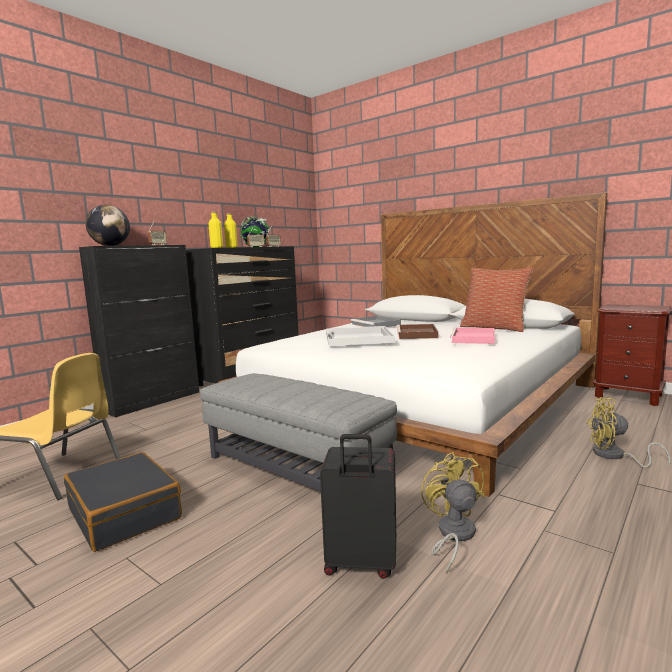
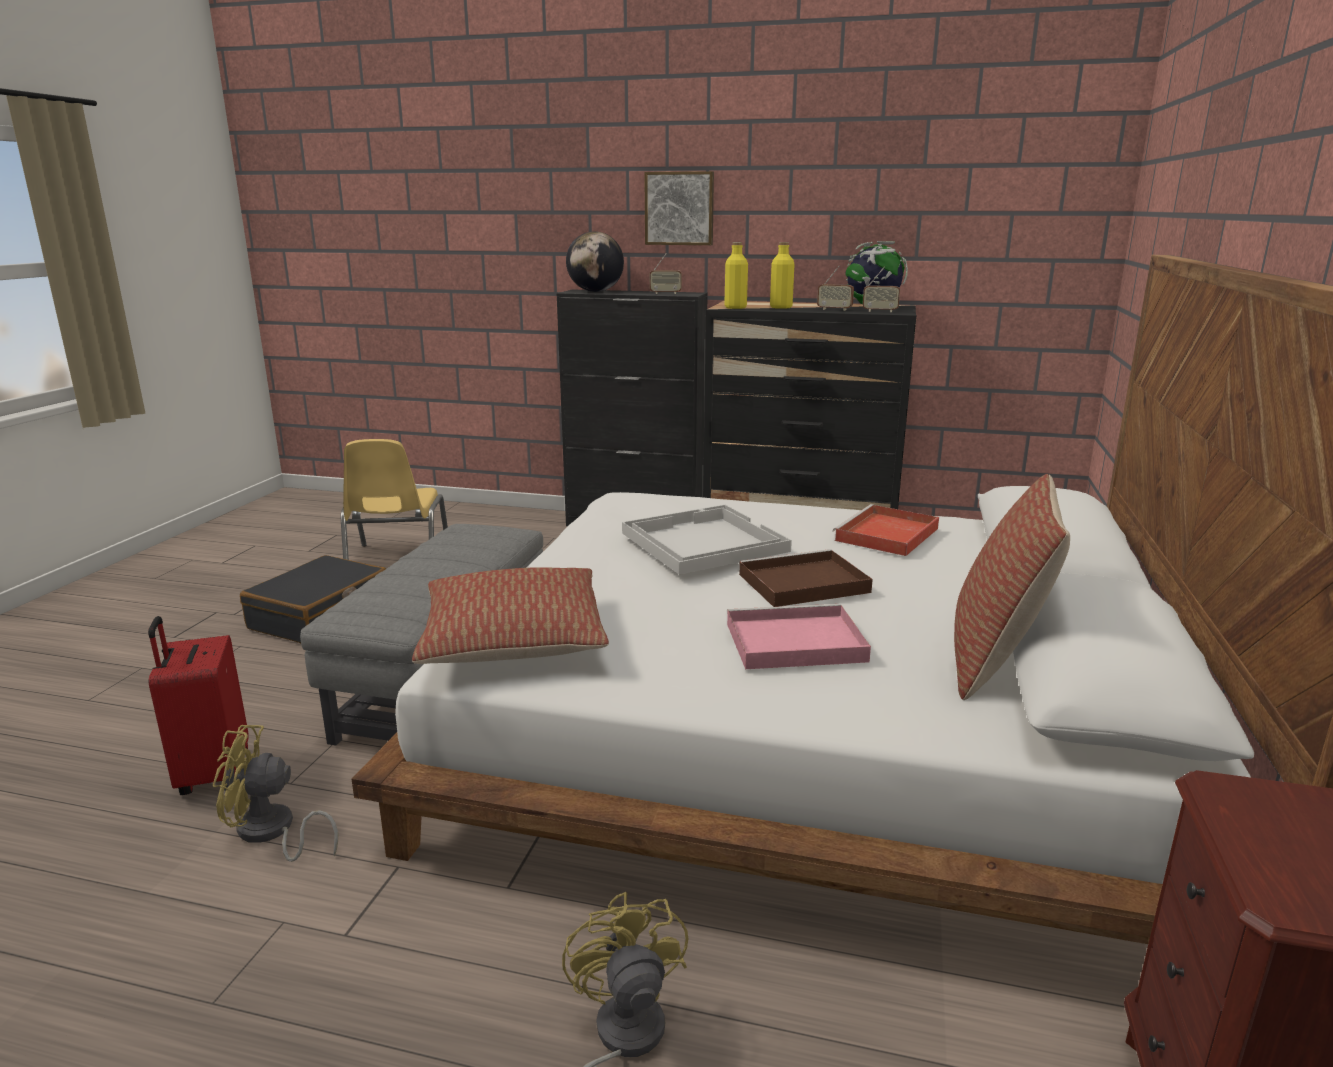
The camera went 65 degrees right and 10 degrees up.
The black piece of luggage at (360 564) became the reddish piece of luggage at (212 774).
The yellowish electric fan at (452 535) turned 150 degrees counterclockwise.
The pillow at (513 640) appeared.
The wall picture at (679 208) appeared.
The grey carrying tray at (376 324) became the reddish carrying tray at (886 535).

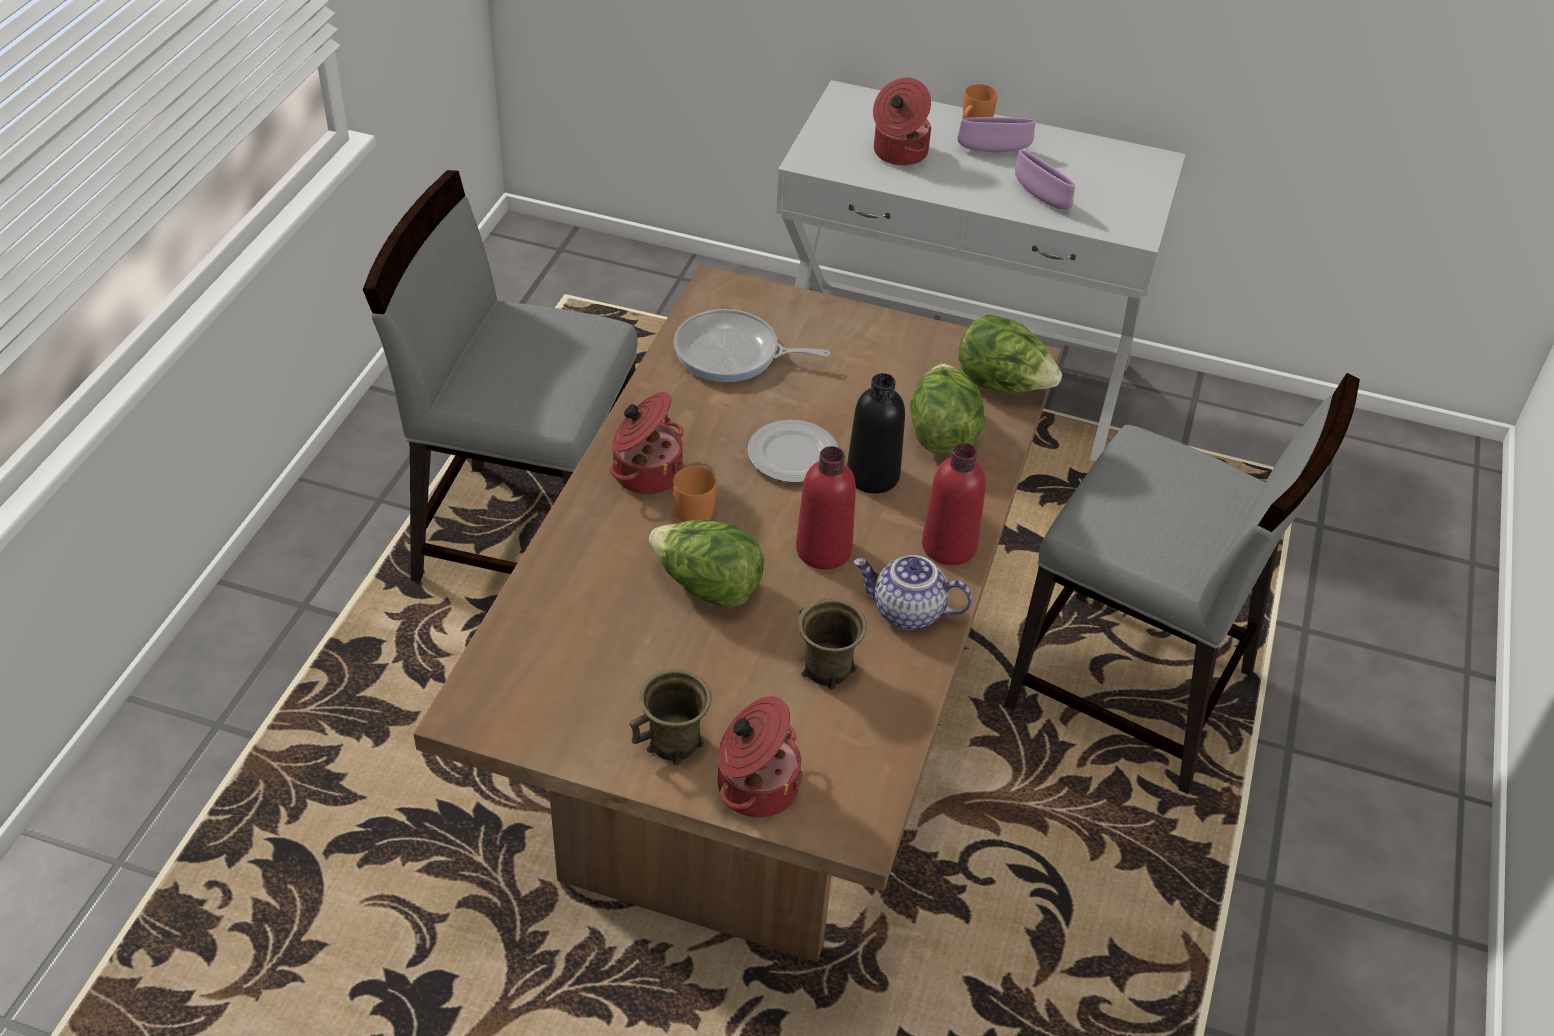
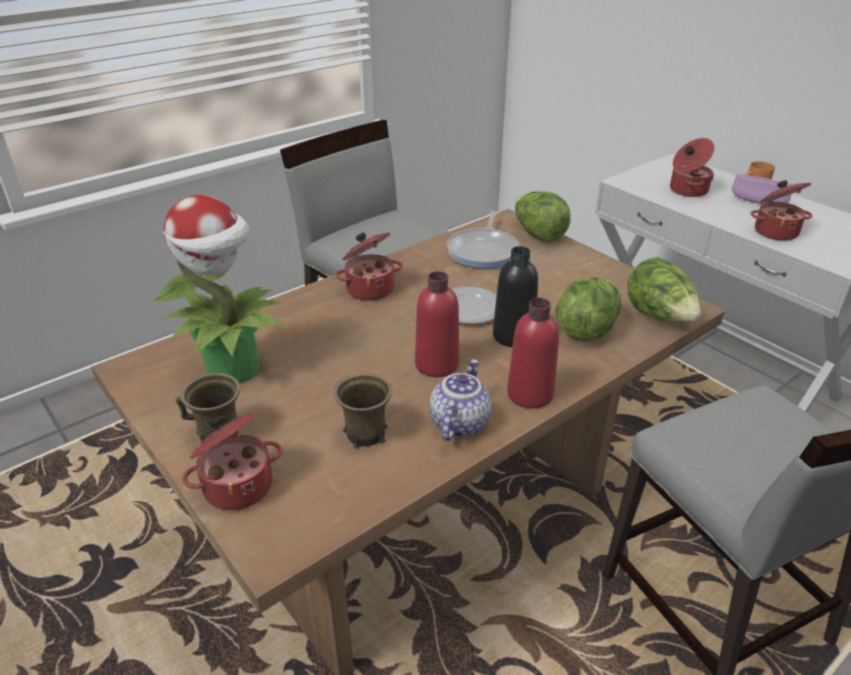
The camera went 35 degrees right and 10 degrees down.
The plant in a pot at (235 369) appeared.
The pot for tea at (907 612) turned 60 degrees clockwise.
The pan at (732 354) turned 120 degrees counterclockwise.
The head of lettuce moved from (707 587) to (538 235).
The purple-coloured bowl at (1041 198) was replaced by the saucepot at (775 231).
The orange-coloured coffee mug at (695 507) disappeared.

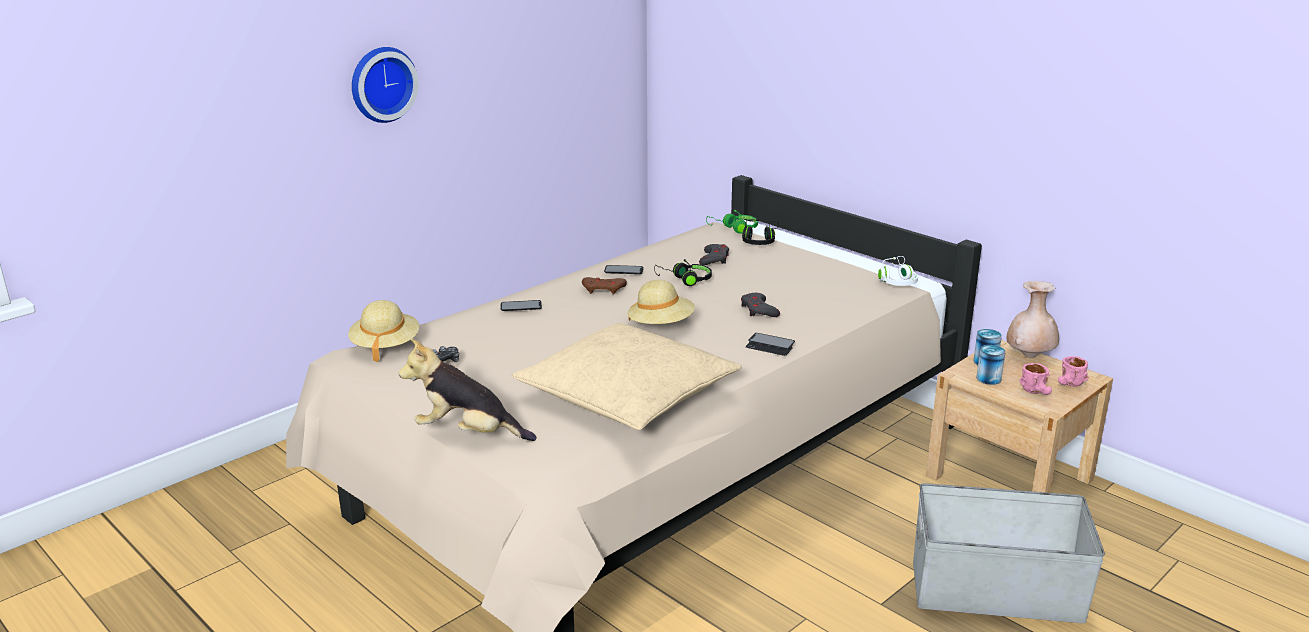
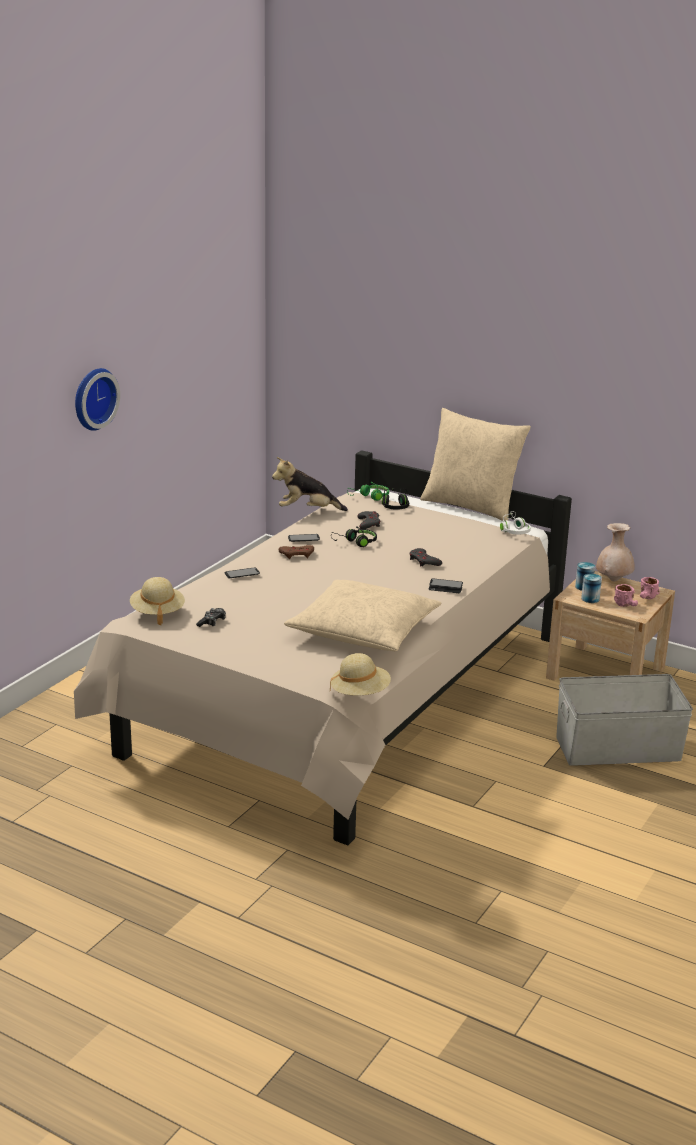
The camera went 15 degrees left and 0 degrees up.
The cuddly toy moved from (468 433) to (307 510).
The beige clothing hat moved from (661 325) to (360 693).
The beige pillow at (471 506) appeared.

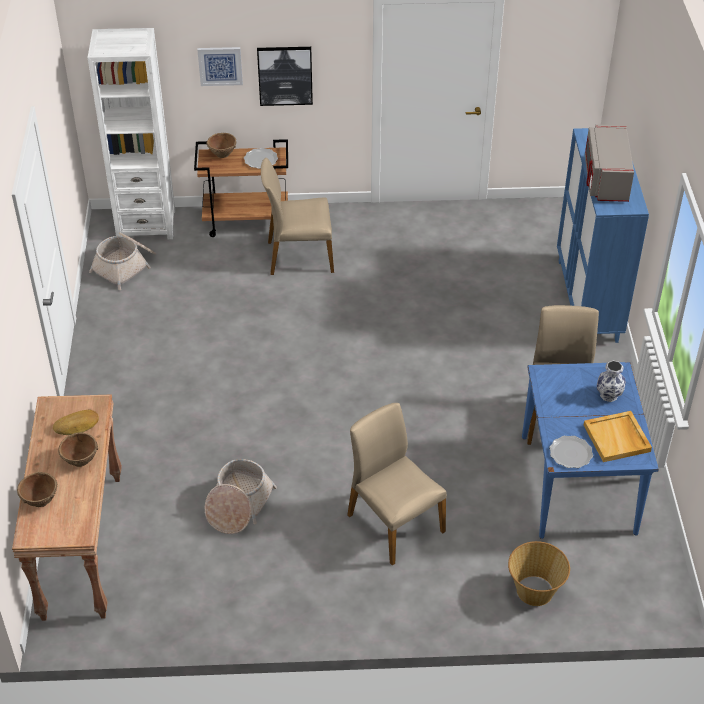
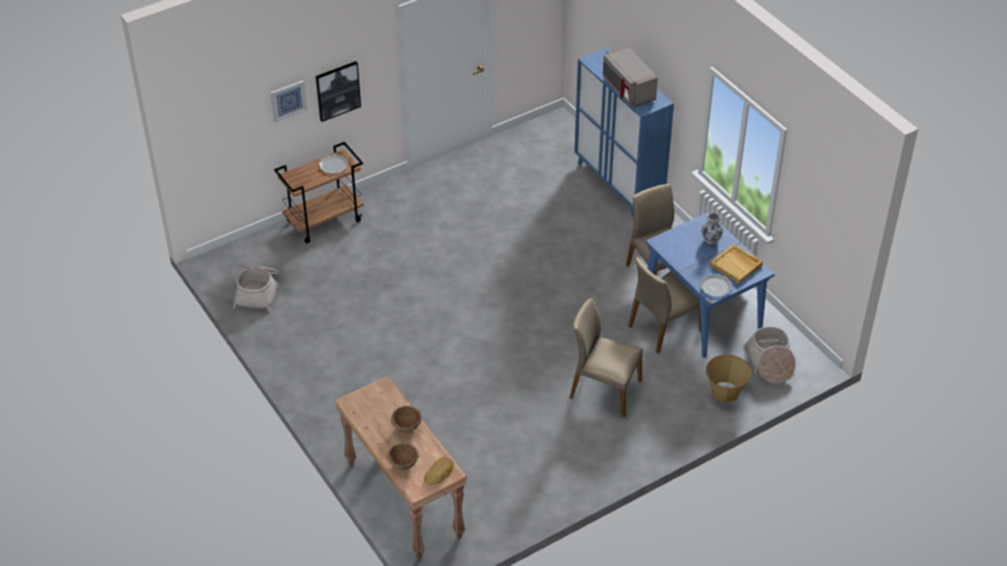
The camera went 30 degrees left and 0 degrees up.
The baked bread moved from (77 425) to (439 473).
The beige plain chair moved from (299 256) to (664 328).
The basket moved from (238 505) to (770 362).
The white-coloured shelving unit at (146 224) disappeared.
The brown-coloured bowl at (222 154) disappeared.

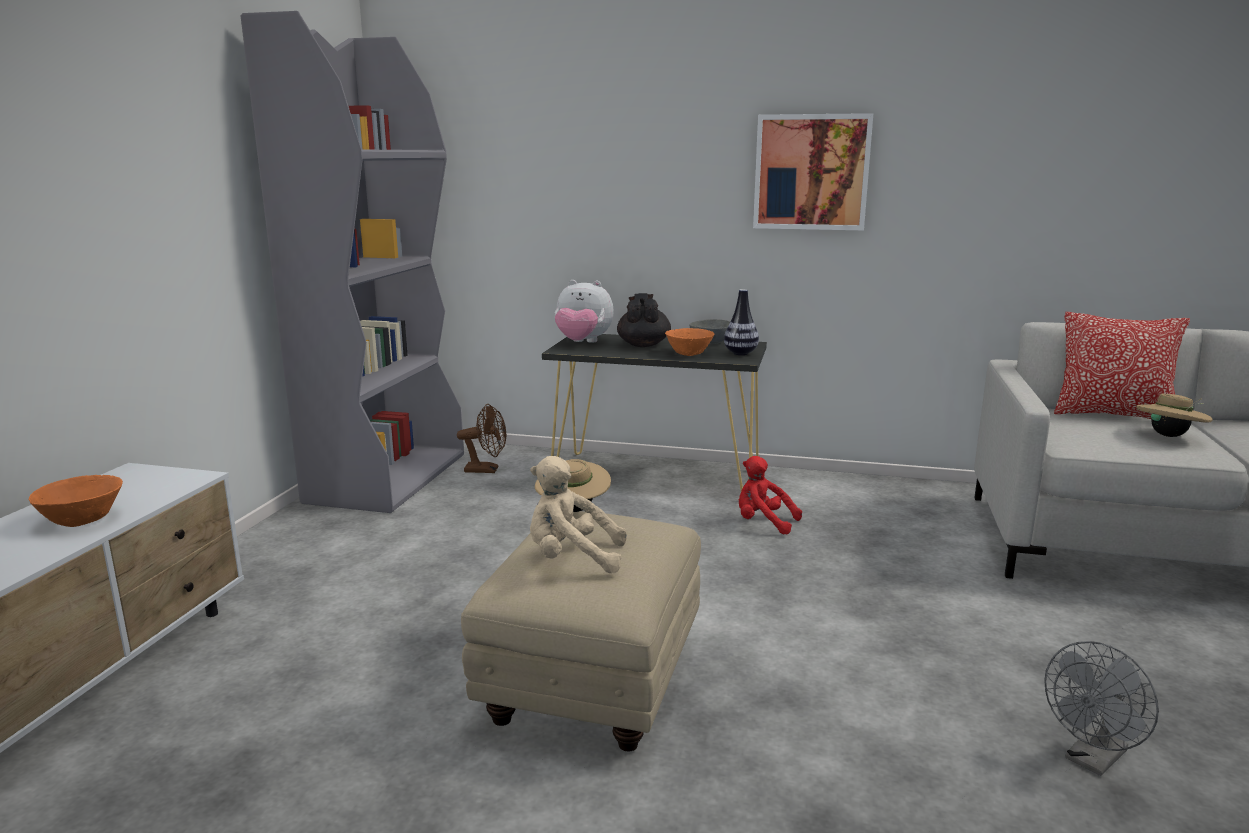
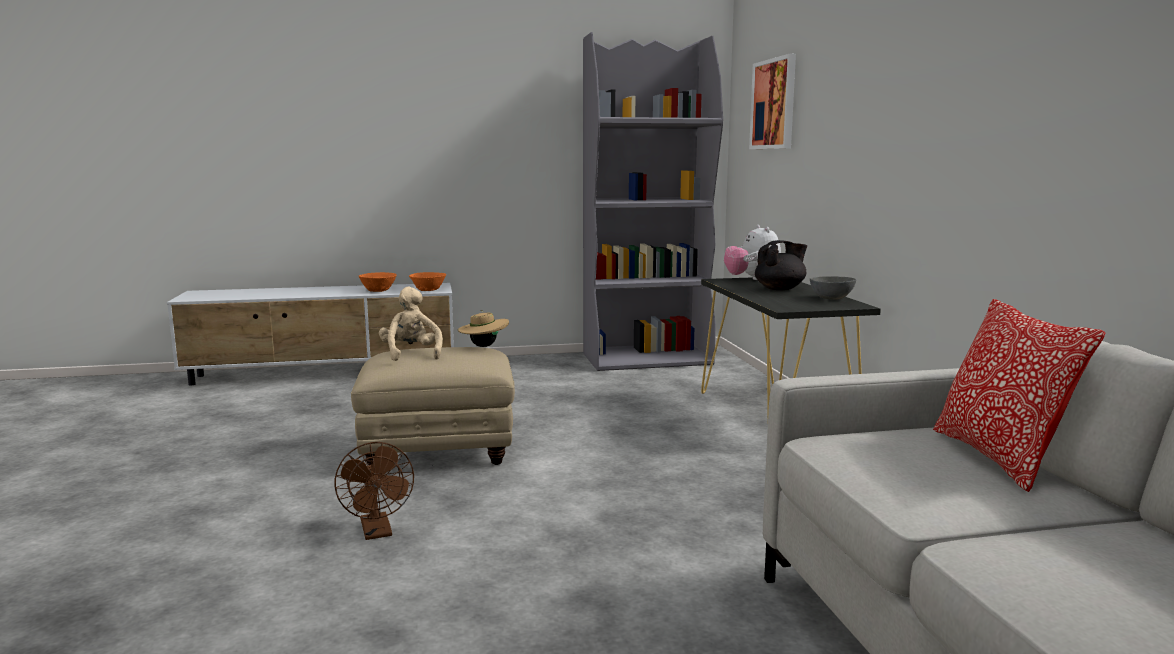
The camera went 65 degrees right and 5 degrees down.
The brown-coloured electric fan moved from (487 470) to (378 532).
The orange-coloured bowl moved from (689 354) to (428 290).
The wall picture moved from (811 172) to (774 104).
The vase at (740 353) disappeared.
The reddish cuddly toy at (763 523) disappeared.
The grey electric fan at (1092 760) disappeared.
The beige clothing hat at (1169 436) disappeared.

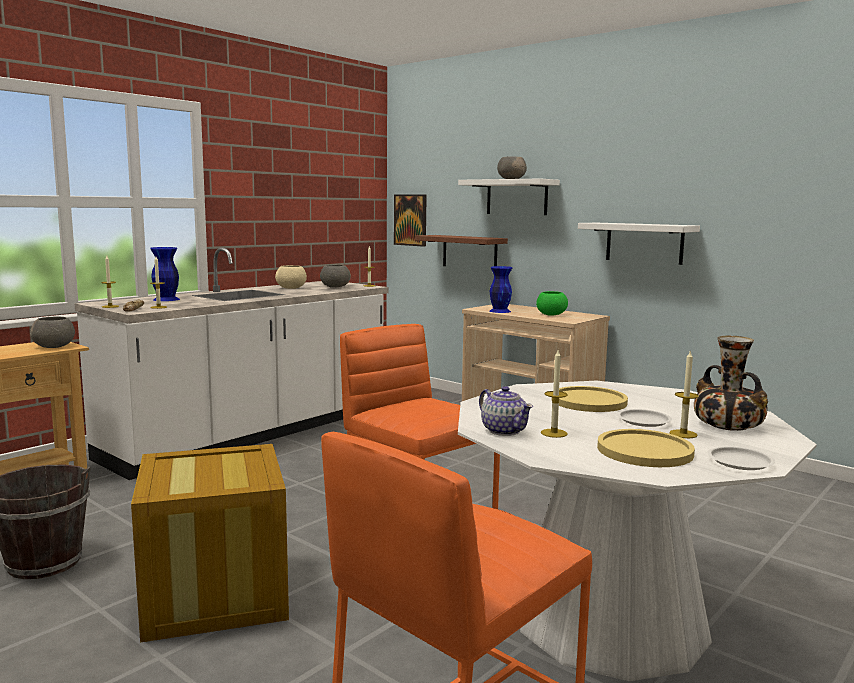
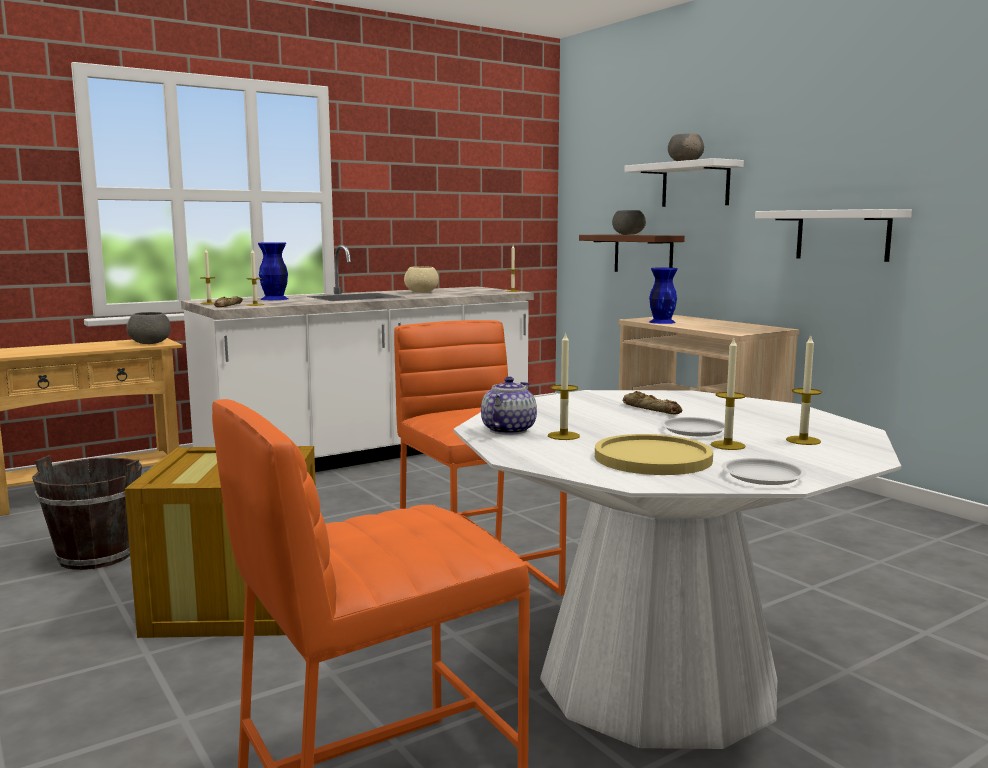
The camera went 15 degrees right and 0 degrees up.
The pot for tea at (504 430) turned 135 degrees counterclockwise.
The grey bowl moved from (334 287) to (628 234).
The yellowish plate at (589 401) was replaced by the baked bread at (651 409).
The vase at (729 425) was replaced by the wax light at (803 440).
The wall picture at (410 220) disappeared.
The green bowl at (551 314) disappeared.

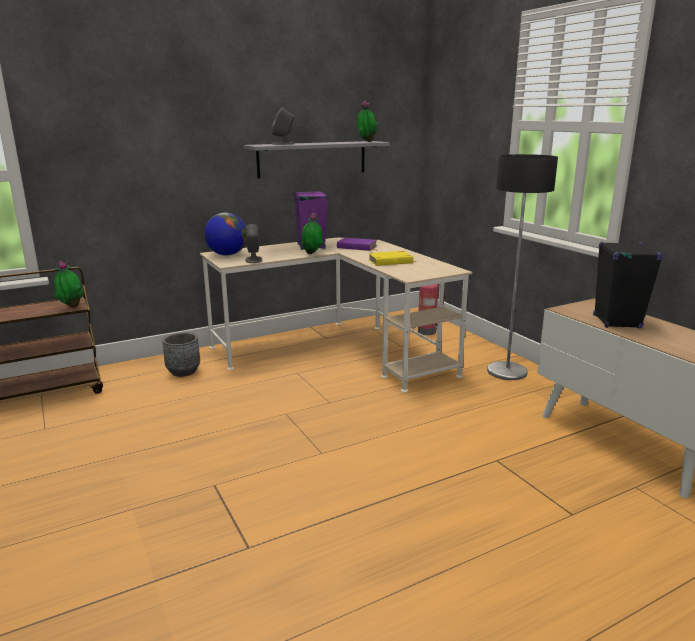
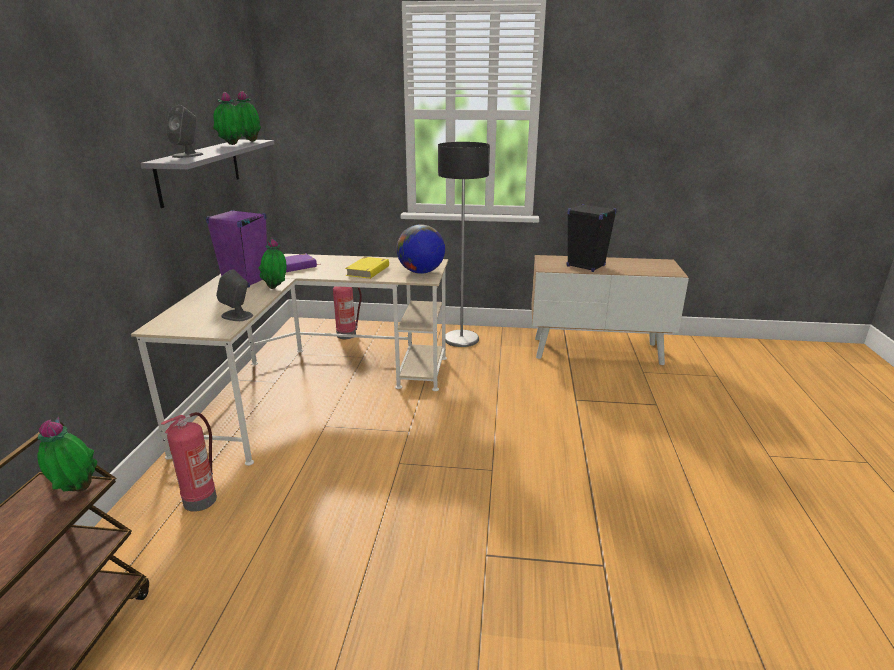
The camera went 55 degrees left and 5 degrees up.
The grey planter at (183 371) was replaced by the extinguisher at (201 499).
The plant in a pot at (231 145) appeared.
The world globe moved from (227 254) to (421 272).

